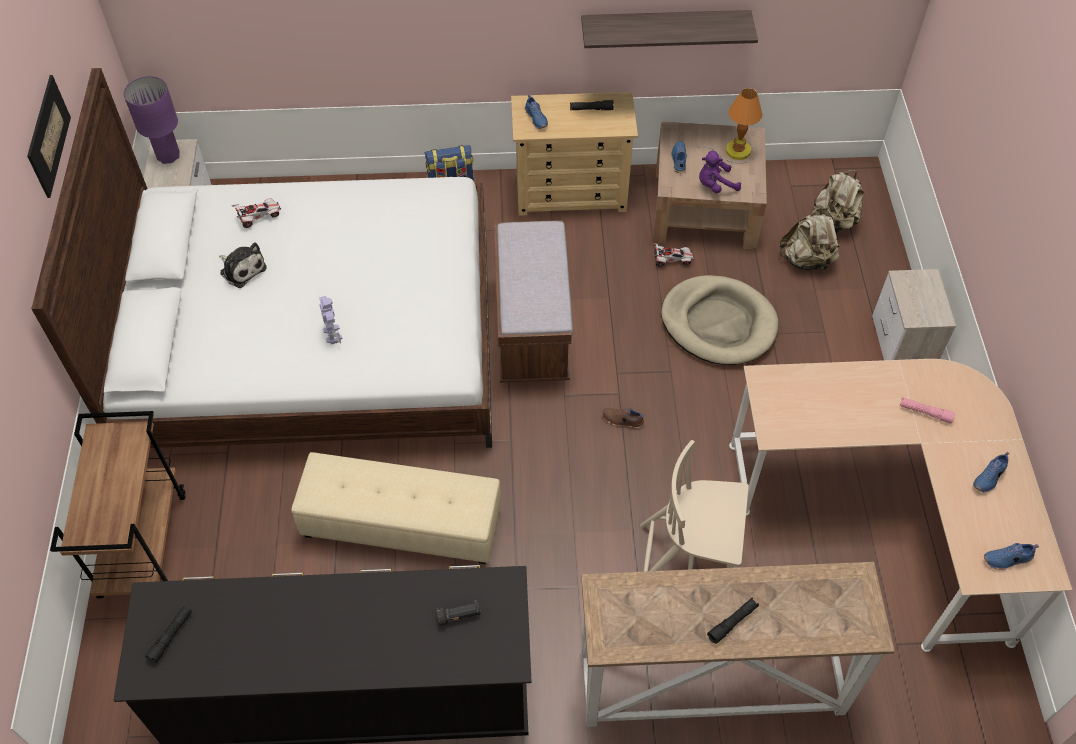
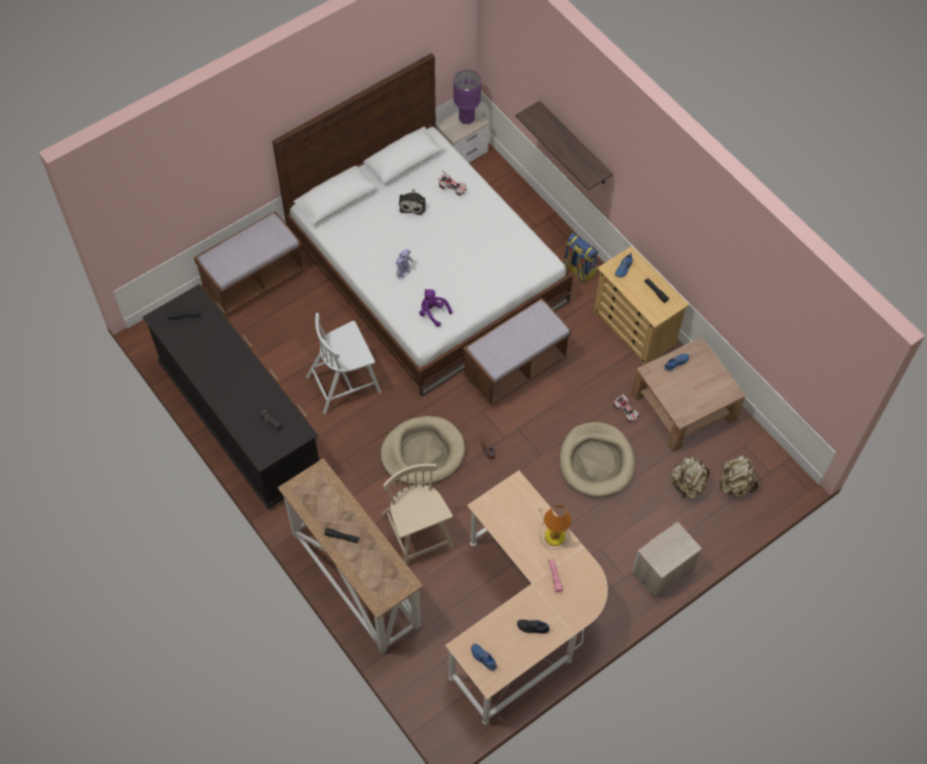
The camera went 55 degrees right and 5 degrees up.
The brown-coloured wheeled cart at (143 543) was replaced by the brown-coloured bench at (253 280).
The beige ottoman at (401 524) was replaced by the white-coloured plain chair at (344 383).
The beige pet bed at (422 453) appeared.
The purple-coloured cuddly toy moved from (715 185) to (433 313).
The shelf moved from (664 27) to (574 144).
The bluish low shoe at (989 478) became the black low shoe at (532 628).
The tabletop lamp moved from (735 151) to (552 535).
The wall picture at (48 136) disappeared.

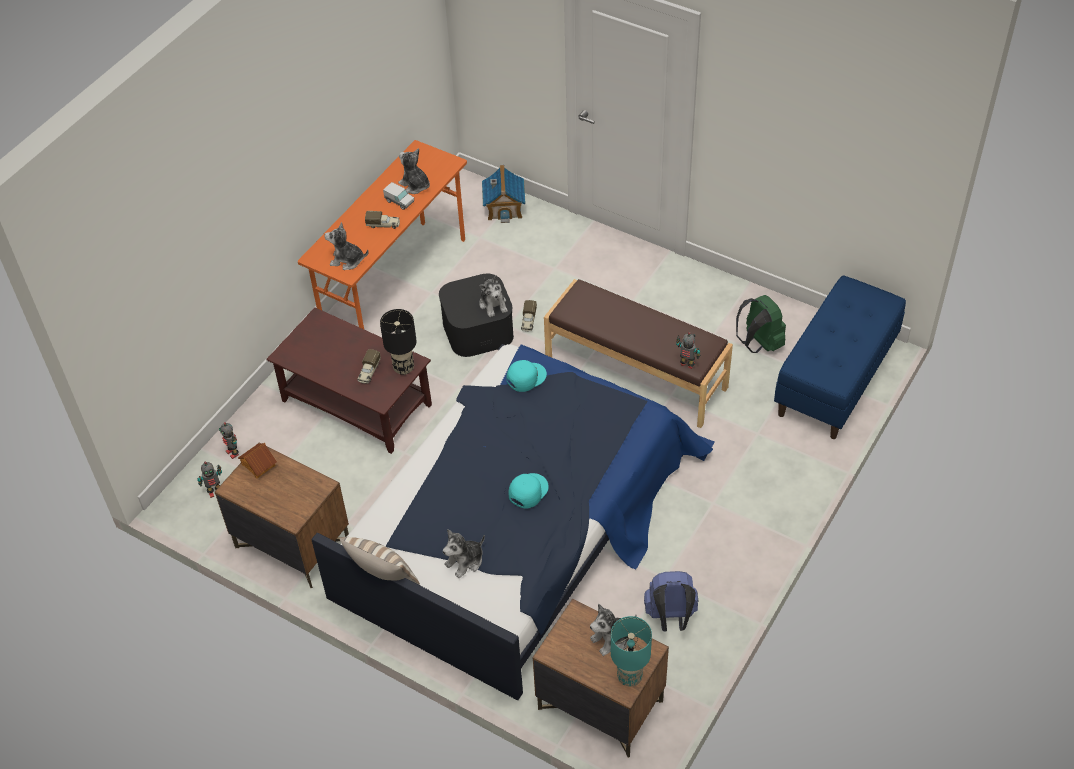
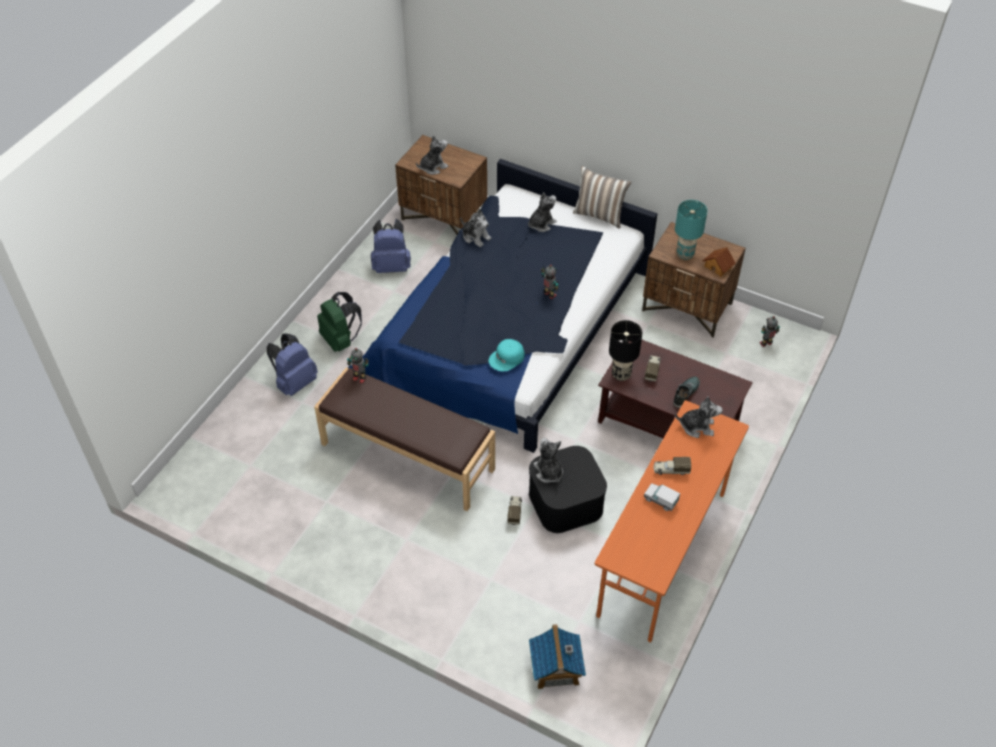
The camera went 175 degrees right and 0 degrees up.
The bluish backpack at (295 382) appeared.
The green backpack moved from (759 344) to (341 340).
The cuddly toy moved from (415 185) to (475 237).
The robot figure moved from (233 452) to (549 295).
The low shoe at (685 393) appeared.
The turquoise-coloured tabletop lamp moved from (629 676) to (685 255).
The turquoise-coloured cap at (527 491) disappeared.
The bluish bench at (835 380) disappeared.

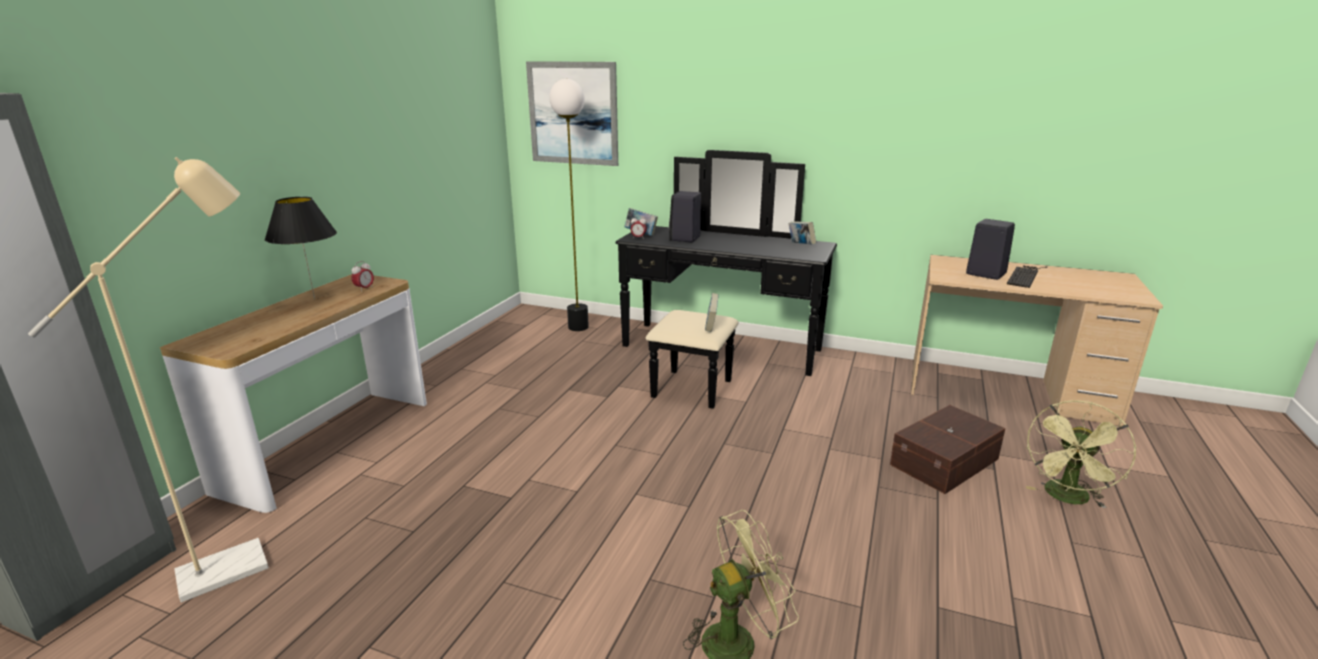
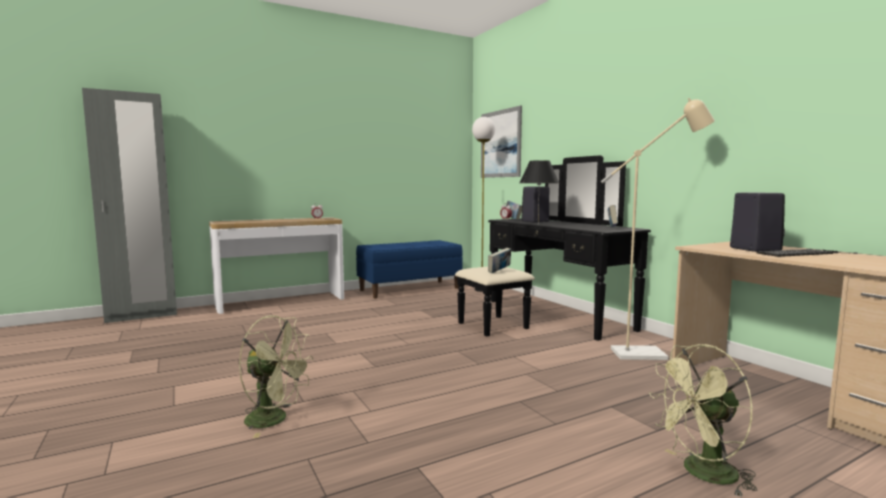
The camera went 40 degrees right and 15 degrees down.
The bluish bench at (410 289) appeared.
The black tabletop lamp moved from (314 299) to (538 224).
The beige floor lamp moved from (240 563) to (648 354).
The brown-coloured storage bin at (946 462) disappeared.

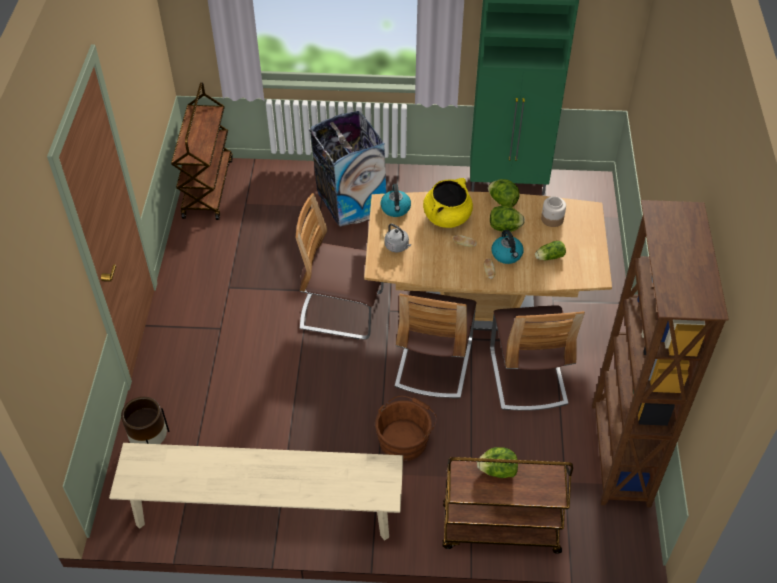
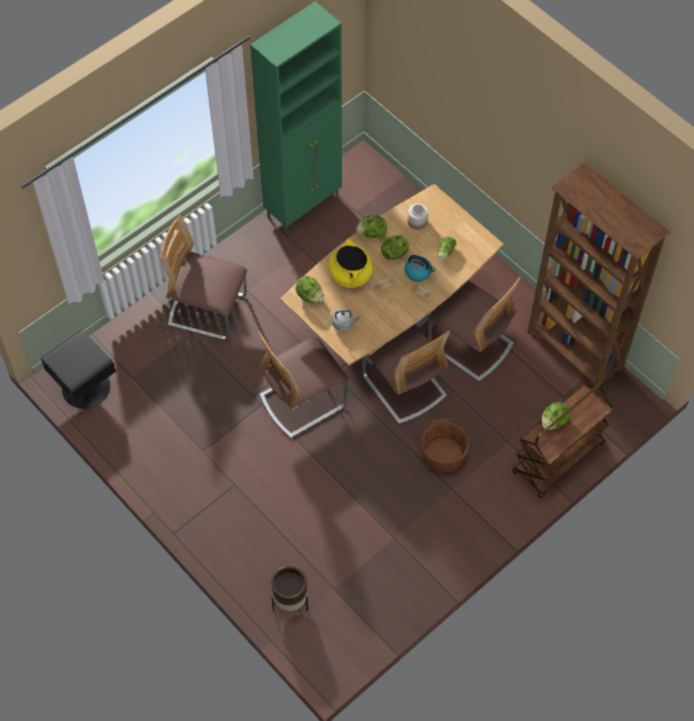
The camera went 45 degrees left and 10 degrees up.
The brown-coloured wheeled cart at (207 187) was replaced by the black night table at (85 388).
The waste bin at (350 200) was replaced by the plain chair at (207 310).
The kettle at (396 209) was replaced by the head of lettuce at (310 296).
The beige bench at (264 511) disappeared.

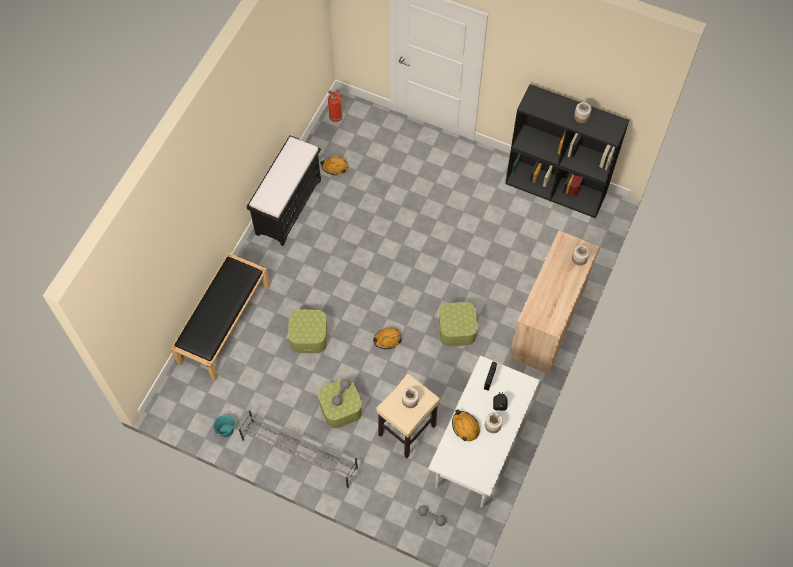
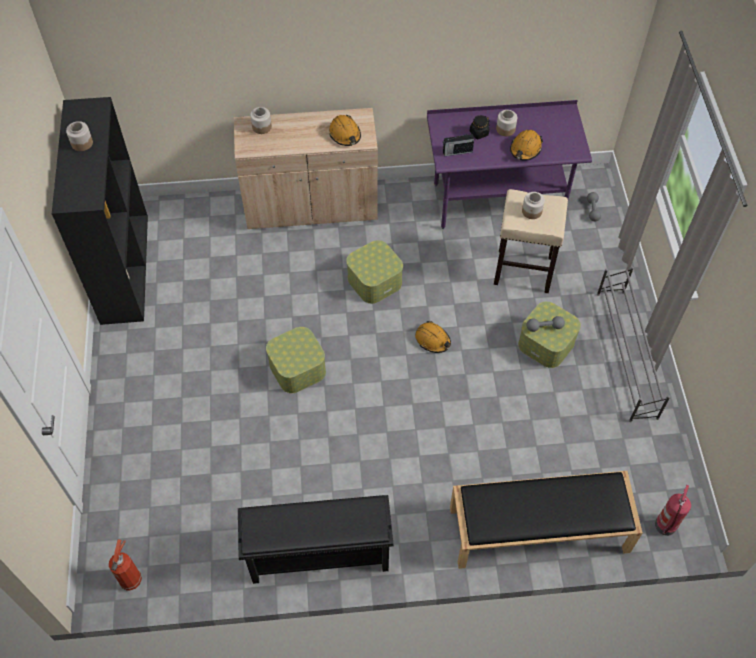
The camera went 120 degrees left and 5 degrees down.
The black bench at (288 206) was replaced by the black shoe shelf at (318 556).
The storage bin moved from (309 336) to (297 368).
The orange-coloured safety helmet moved from (335 167) to (345 134).
The white-coloured desk table at (479 452) became the purple-coloured desk table at (497 201).
The extinguisher at (665 526) appeared.
The turquoise-coloured pail at (226 430) disappeared.

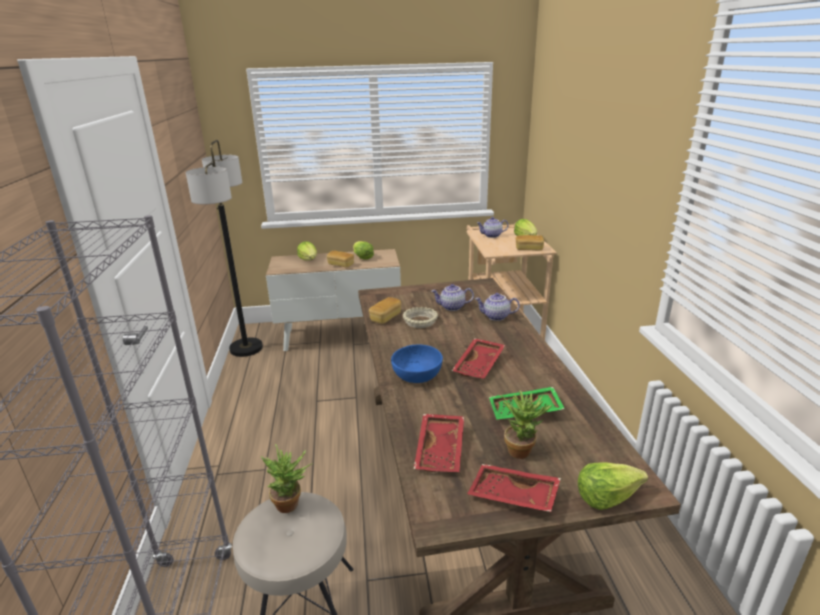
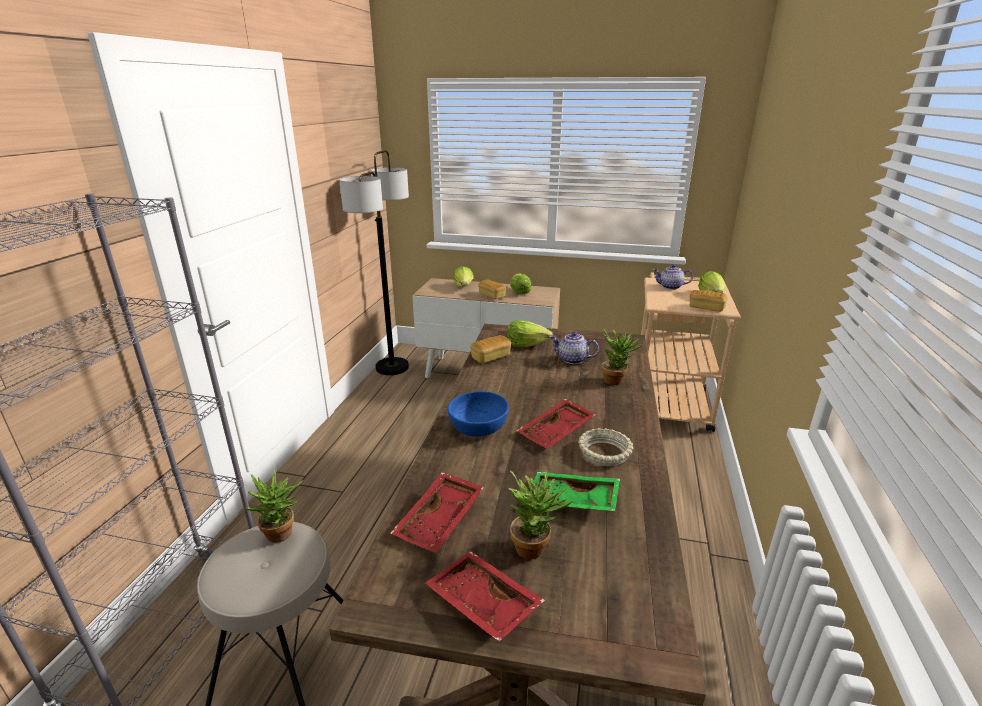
The camera went 20 degrees right and 0 degrees up.
The head of lettuce moved from (606 496) to (526 345).
The beige bowl moved from (419 321) to (604 452).
The pot for tea at (496 317) was replaced by the plant in a pot at (616 380).

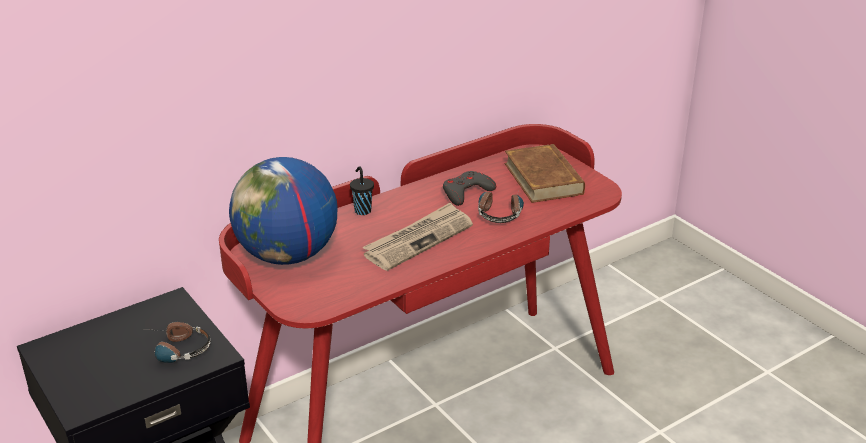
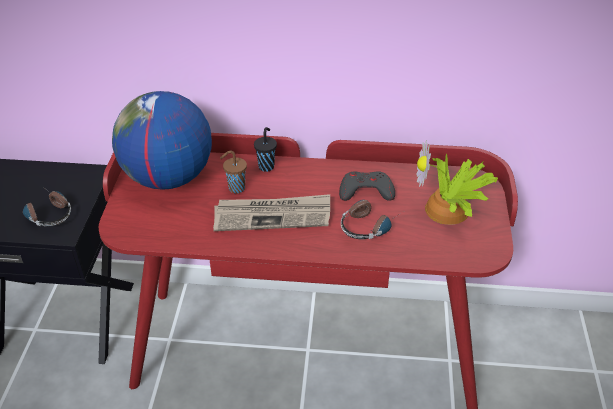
The camera went 40 degrees right and 10 degrees up.
The brown-coloured drinking cup at (235 188) appeared.
The brown-coloured bound book at (543 178) was replaced by the plant in a pot at (449 211).

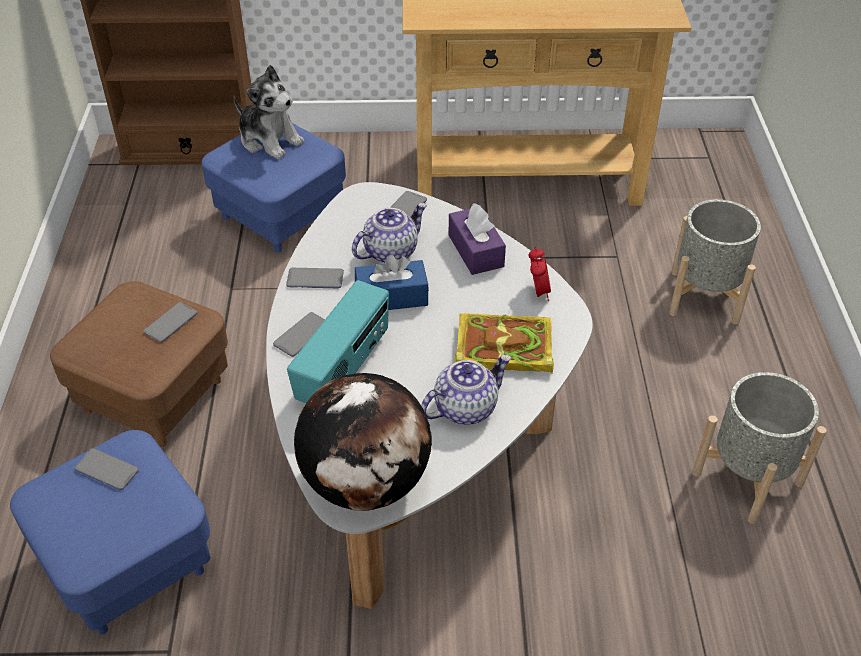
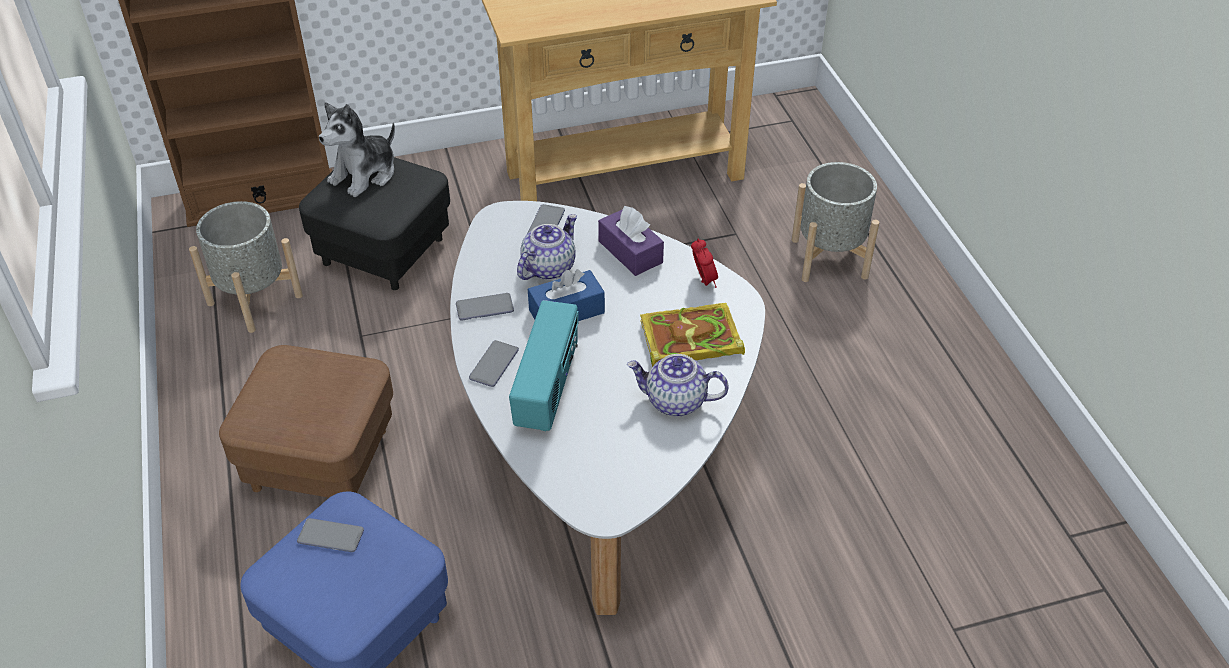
The camera went 15 degrees left and 0 degrees up.
The grey planter moved from (747 478) to (254 300).
The bluish ottoman at (280 215) became the black ottoman at (384 250).
The cuddly toy at (269 140) turned 105 degrees clockwise.
The pot for tea at (465 407) turned 120 degrees counterclockwise.
The phone at (171 323) disappeared.
The world globe at (367 482) disappeared.

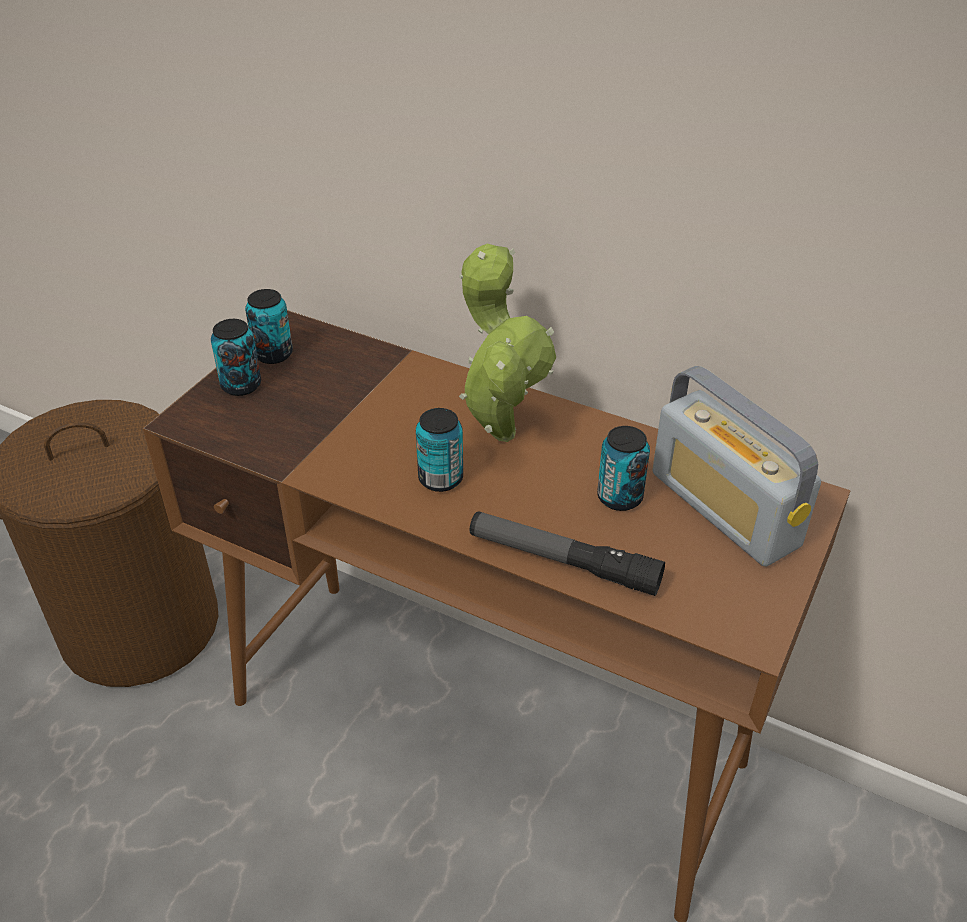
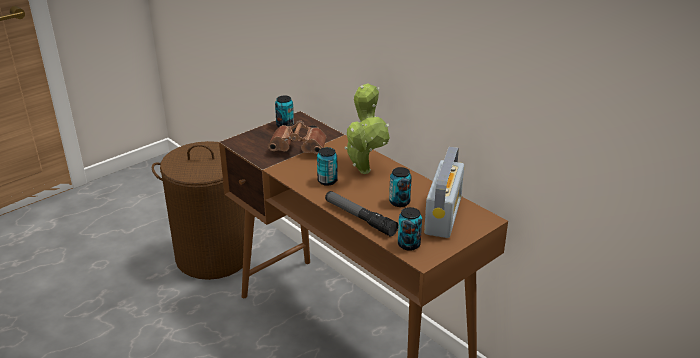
The camera went 20 degrees right and 10 degrees down.
The brown-coloured field glasses at (300 149) appeared.
The metal can moved from (241 385) to (409 244).
The radio receiver at (724 509) turned 150 degrees counterclockwise.

